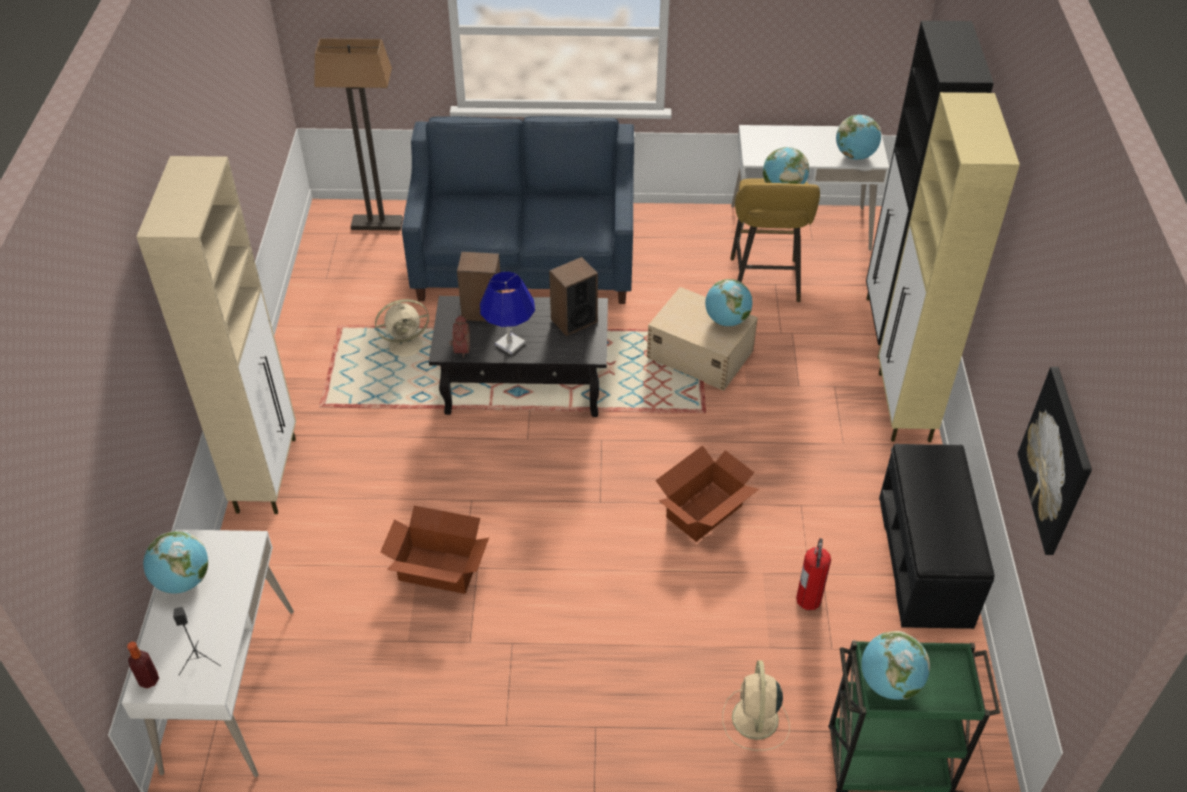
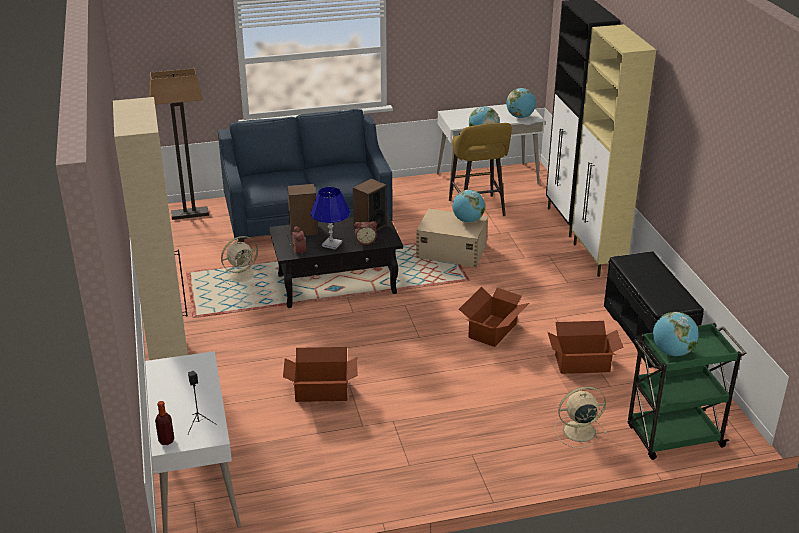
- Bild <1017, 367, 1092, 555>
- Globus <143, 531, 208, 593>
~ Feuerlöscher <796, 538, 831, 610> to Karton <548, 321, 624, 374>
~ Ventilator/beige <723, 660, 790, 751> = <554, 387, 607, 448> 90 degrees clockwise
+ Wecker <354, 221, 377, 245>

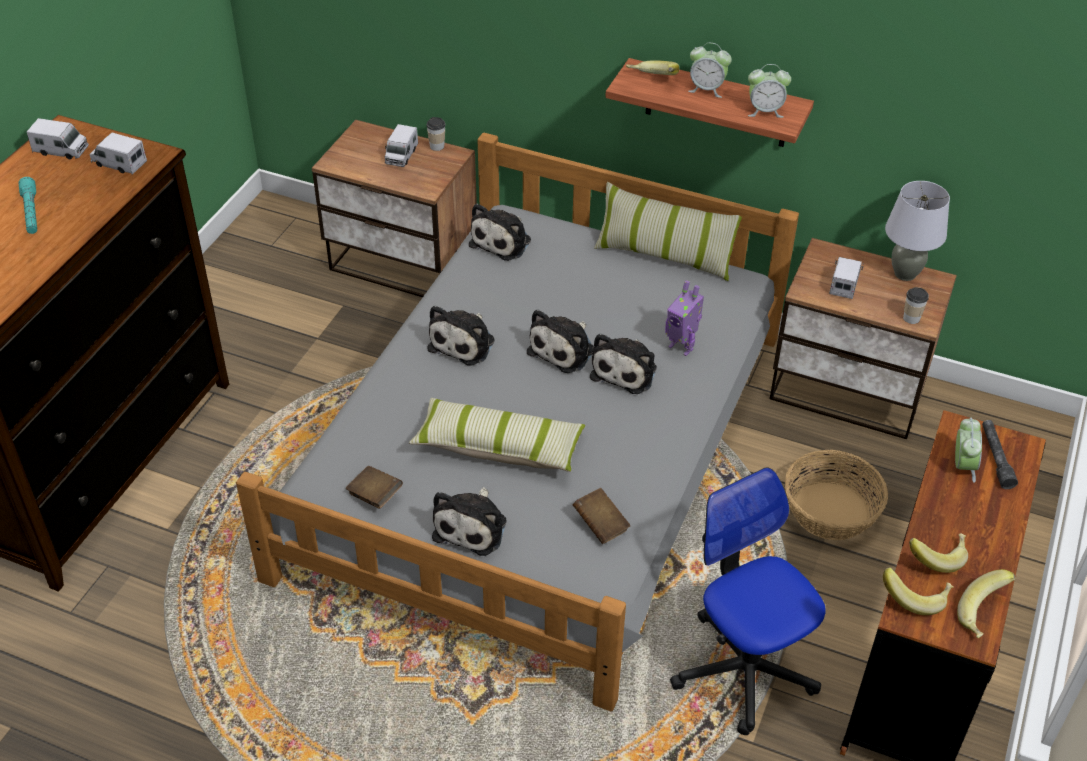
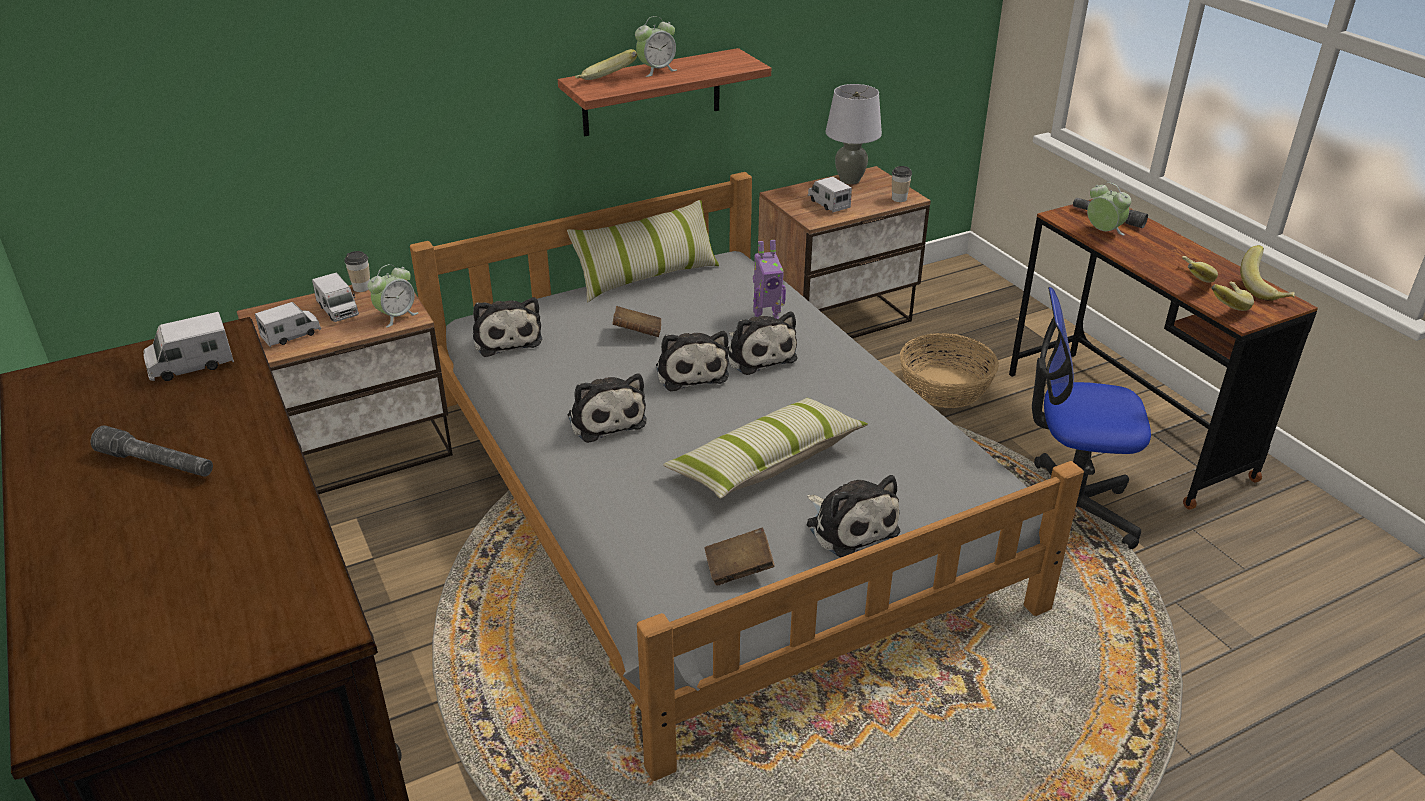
~ Wecker <748, 64, 791, 118> to <368, 264, 418, 328>
~ Spielzeuglaster <27, 118, 89, 160> to <255, 302, 321, 347>
~ Taschenlampe/türkis <19, 177, 37, 234> to Taschenlampe/grau <91, 426, 213, 477>
~ Buch/braun <573, 488, 630, 544> to <612, 306, 661, 337>

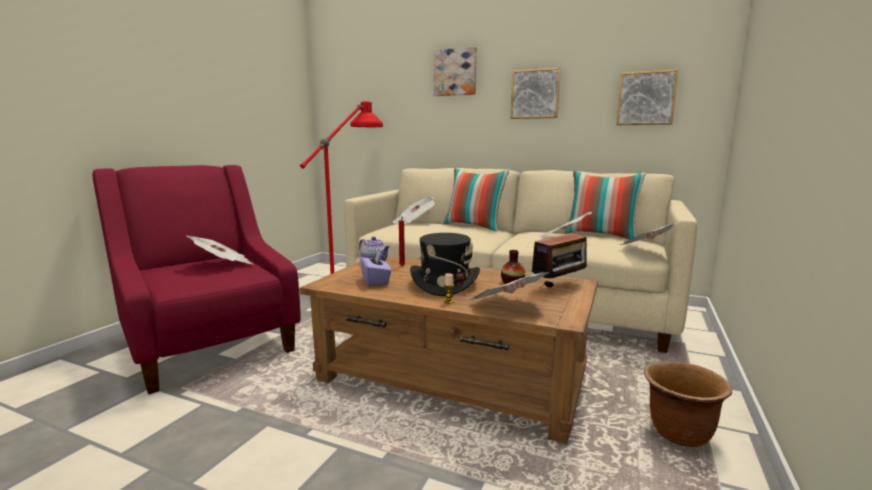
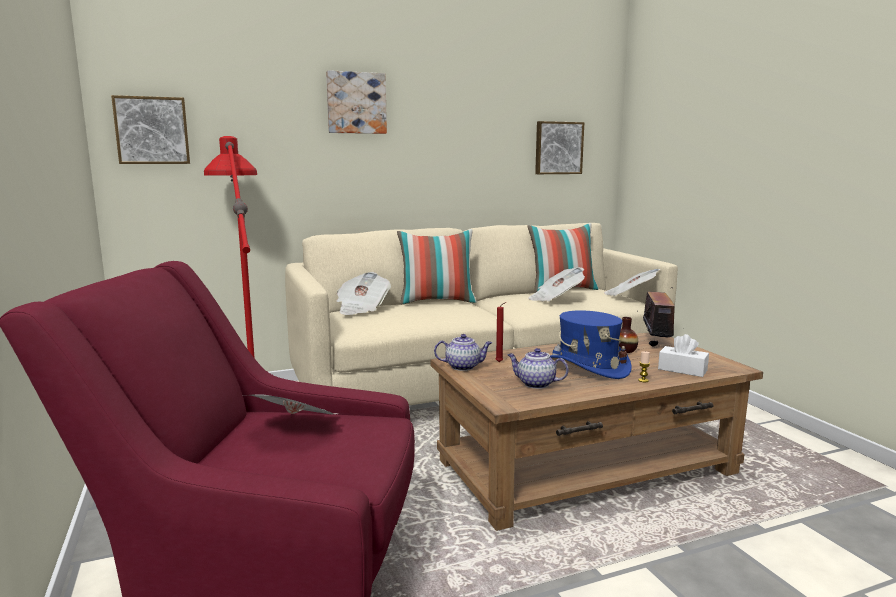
~ Bild <511, 68, 561, 119> to <111, 95, 190, 164>
~ Hut/schwarz <410, 233, 480, 296> to Hut/blau <550, 310, 632, 379>
~ Taschentuchbox/lila <360, 251, 391, 286> to Teekanne <508, 348, 569, 389>
~ Zeitung <470, 272, 549, 300> to Taschentuchbox/weiß <658, 334, 709, 377>
- Pflanzkübel/braun <644, 361, 732, 447>

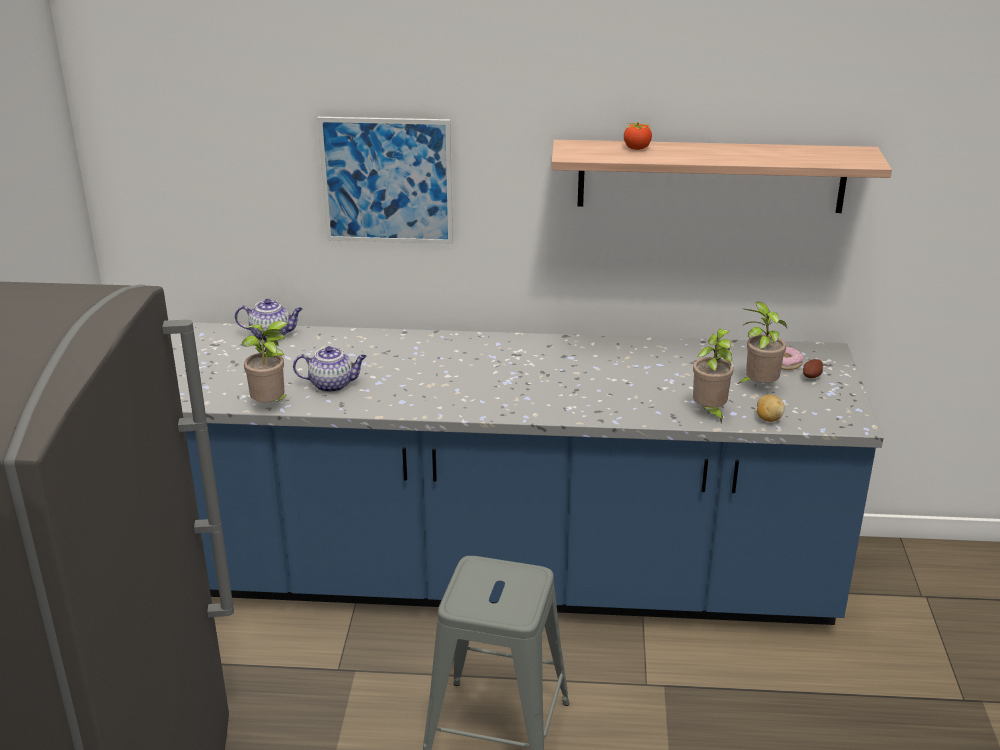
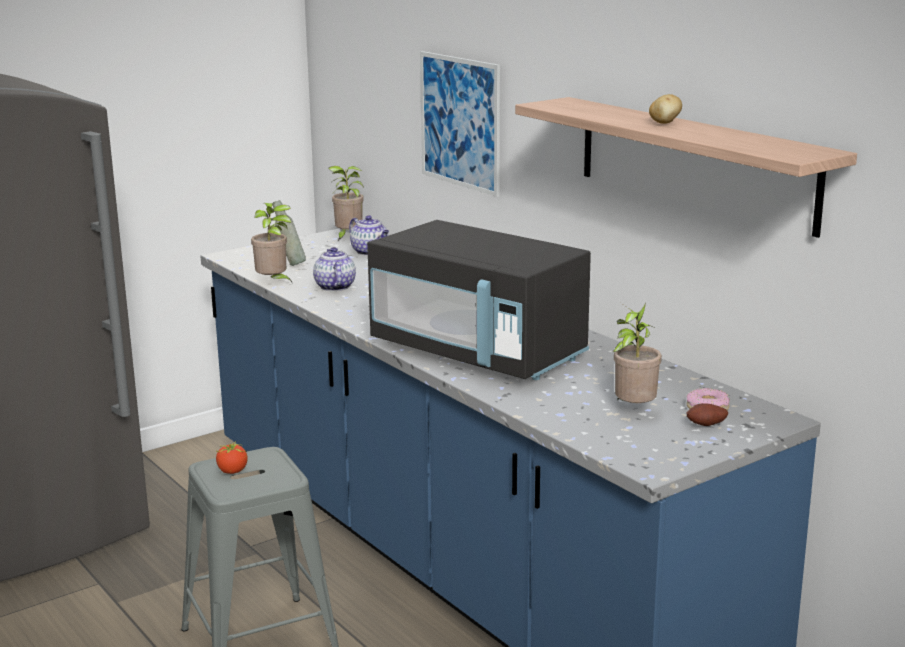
~ Tomate <624, 122, 652, 150> to <216, 441, 248, 474>
~ Topfpflanze <693, 329, 733, 423> to <328, 166, 364, 242>
~ Teekanne <293, 346, 367, 392> = <313, 247, 356, 291> 150 degrees counterclockwise
~ Kartoffel <757, 395, 785, 422> to <649, 94, 682, 124>
+ Flasche/grau <273, 200, 306, 266>
+ Mikrowelle/schwarz <367, 220, 591, 380>

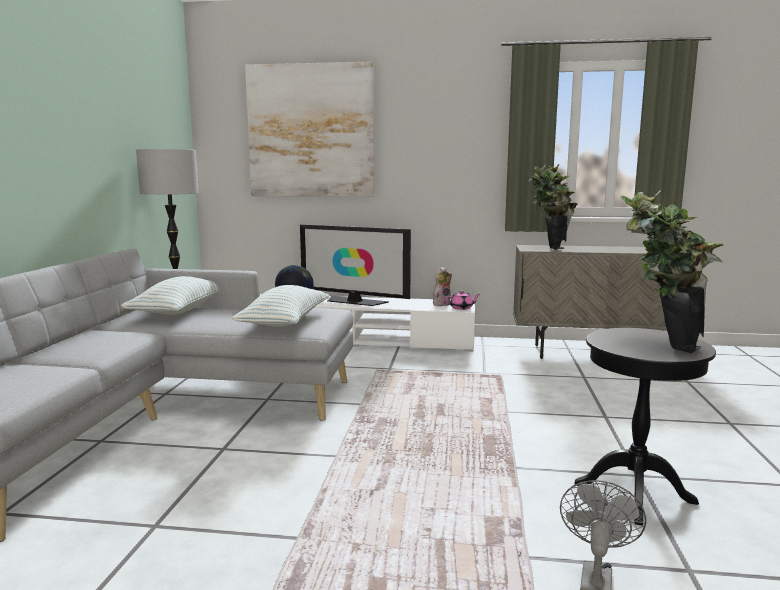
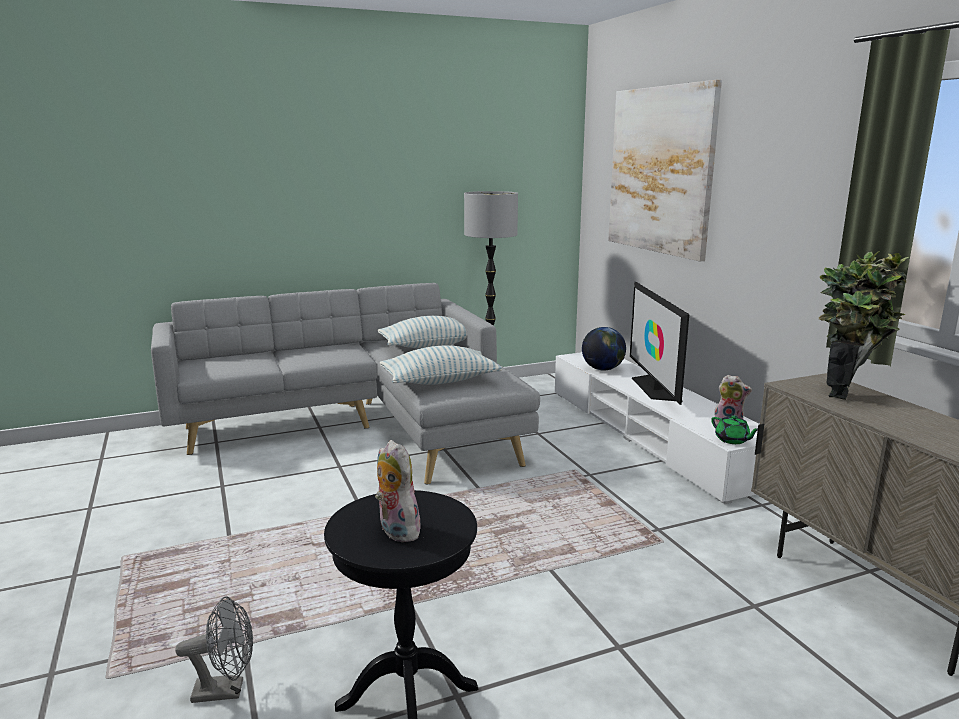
~ Topfpflanze <619, 191, 723, 353> to Plüschtier <375, 440, 420, 542>
~ Teekanne/rosa <445, 291, 480, 310> to Teekanne/grün <711, 415, 758, 444>

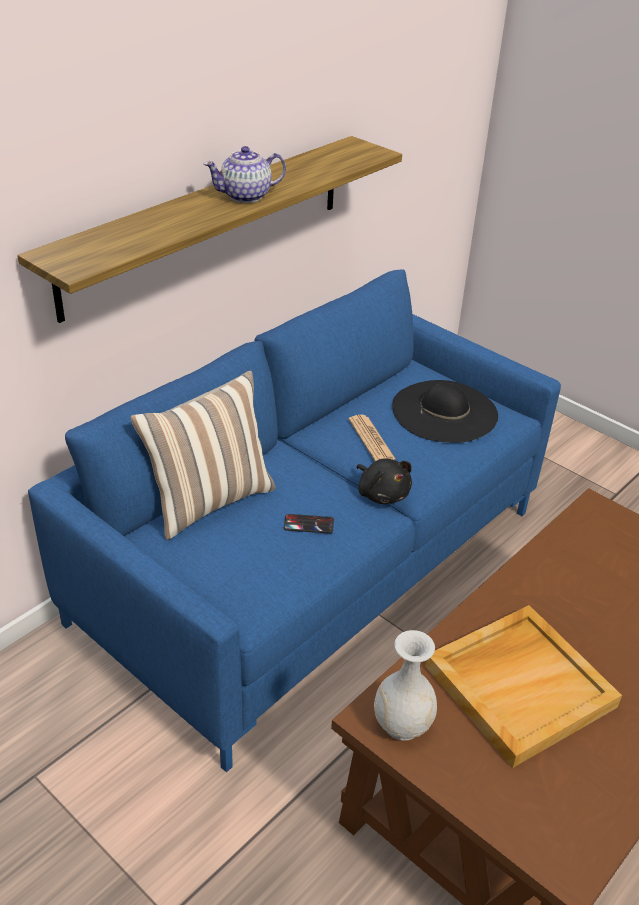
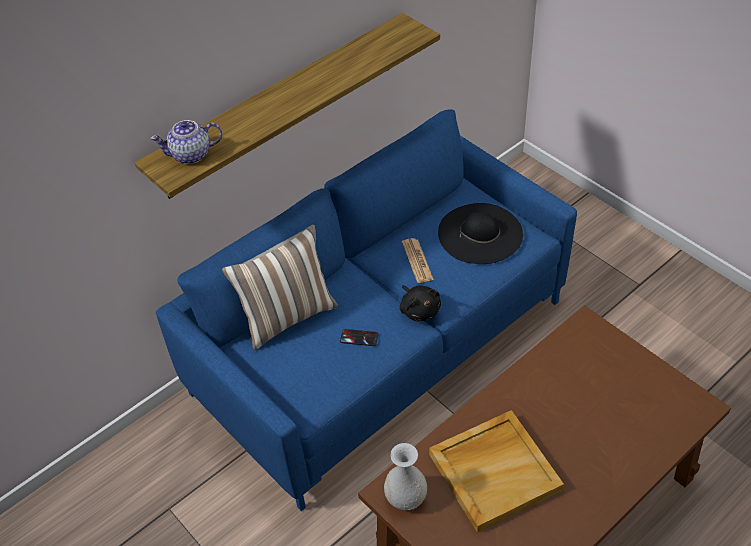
~ Teekanne <204, 146, 286, 203> to <150, 120, 223, 164>

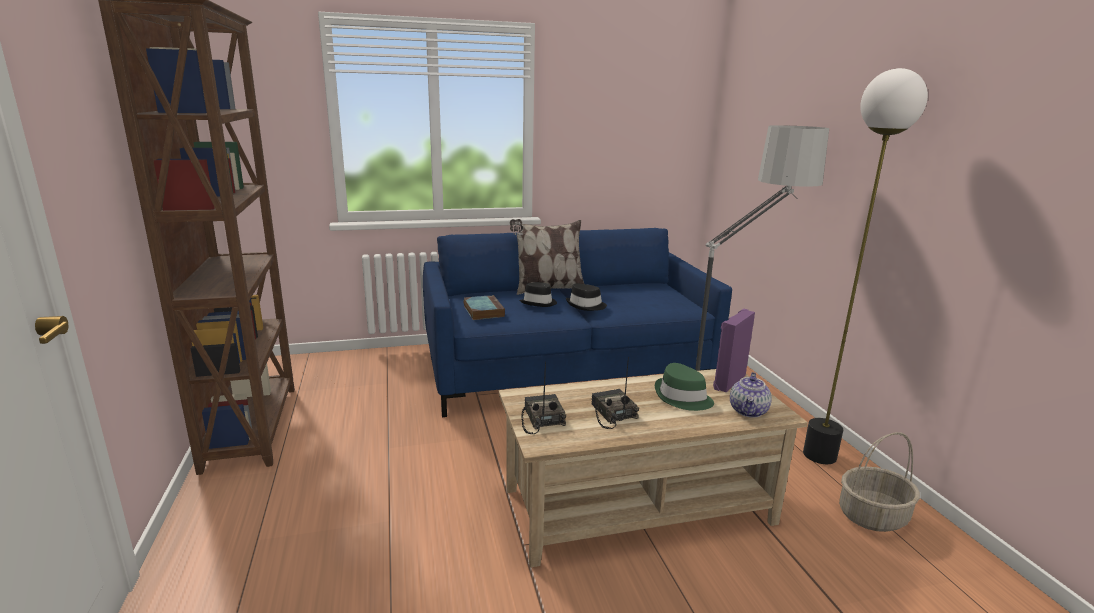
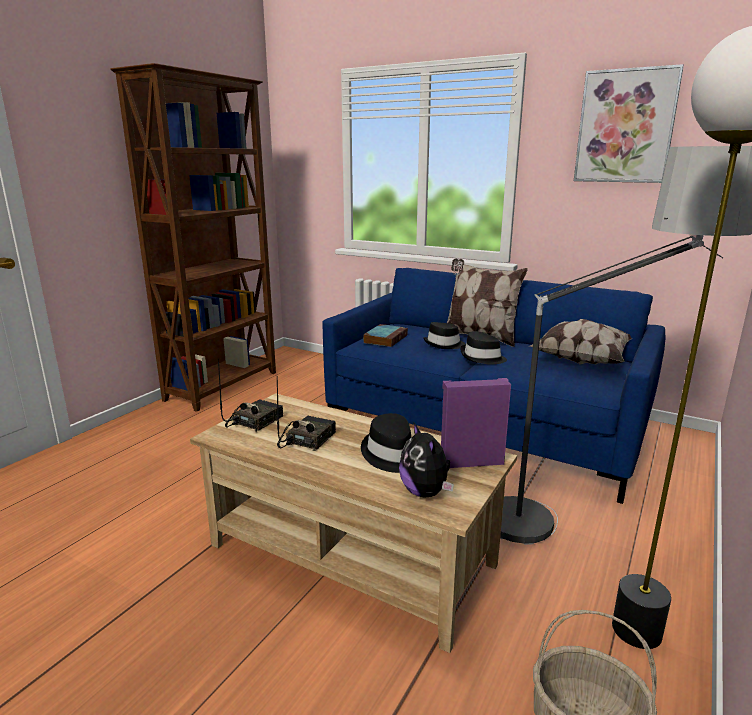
~ Hut/grün <655, 363, 714, 411> to Hut/schwarz <361, 413, 411, 473>
~ Teekanne <730, 372, 772, 418> to Plüschtier <399, 423, 454, 497>
+ Bild <574, 64, 684, 183>
+ Kissen <529, 319, 632, 364>

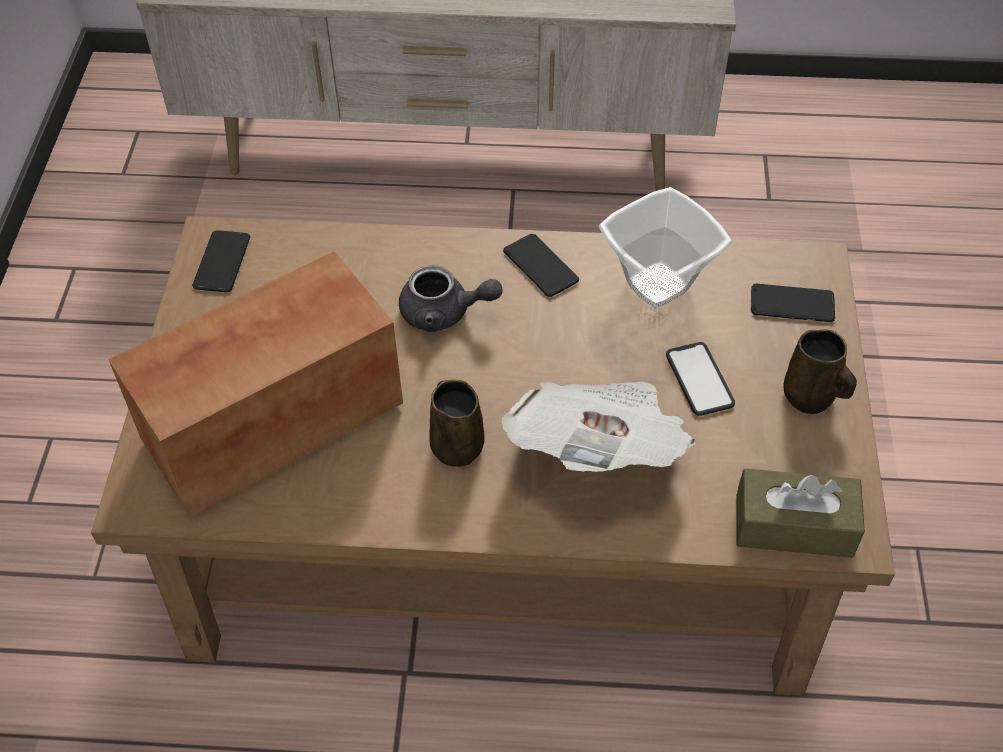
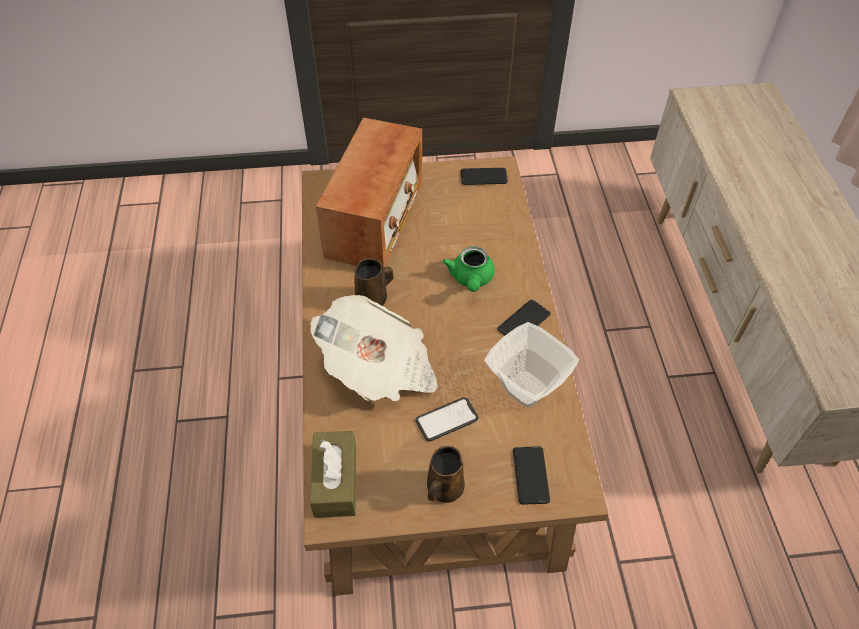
~ Radio <108, 251, 403, 517> = <316, 118, 422, 267> 60 degrees clockwise
~ Teekanne/grau <399, 265, 502, 332> to Teekanne/grün <442, 246, 495, 292>

